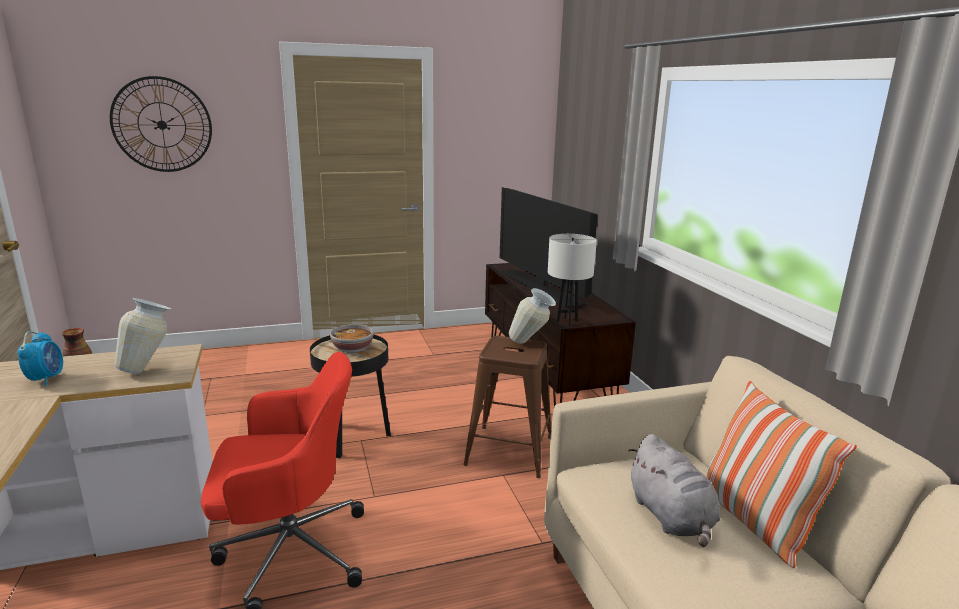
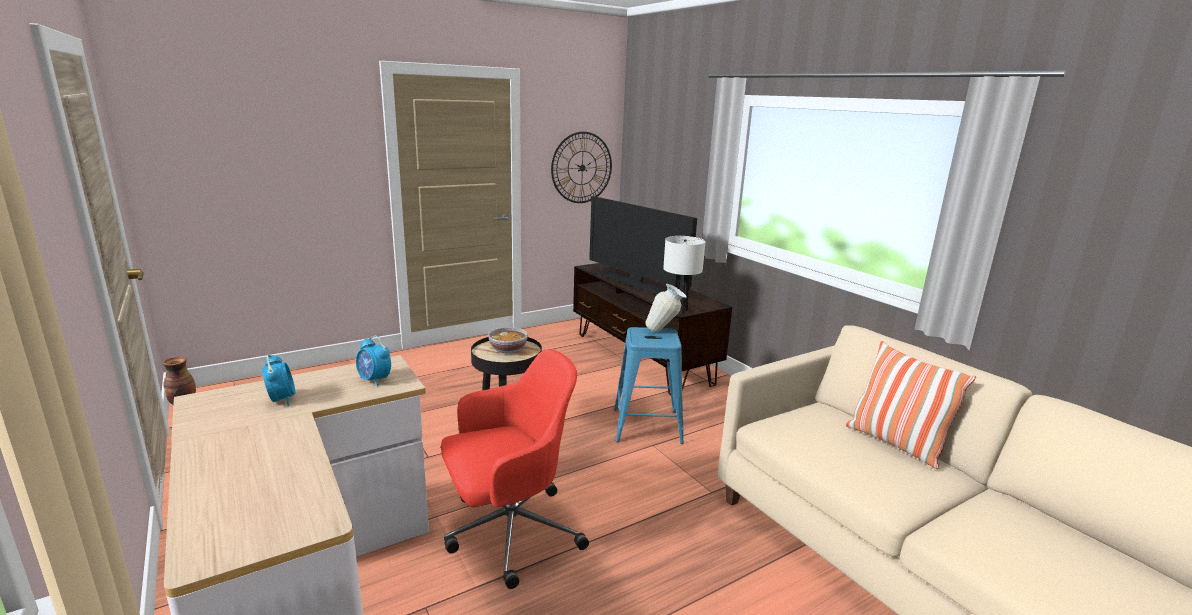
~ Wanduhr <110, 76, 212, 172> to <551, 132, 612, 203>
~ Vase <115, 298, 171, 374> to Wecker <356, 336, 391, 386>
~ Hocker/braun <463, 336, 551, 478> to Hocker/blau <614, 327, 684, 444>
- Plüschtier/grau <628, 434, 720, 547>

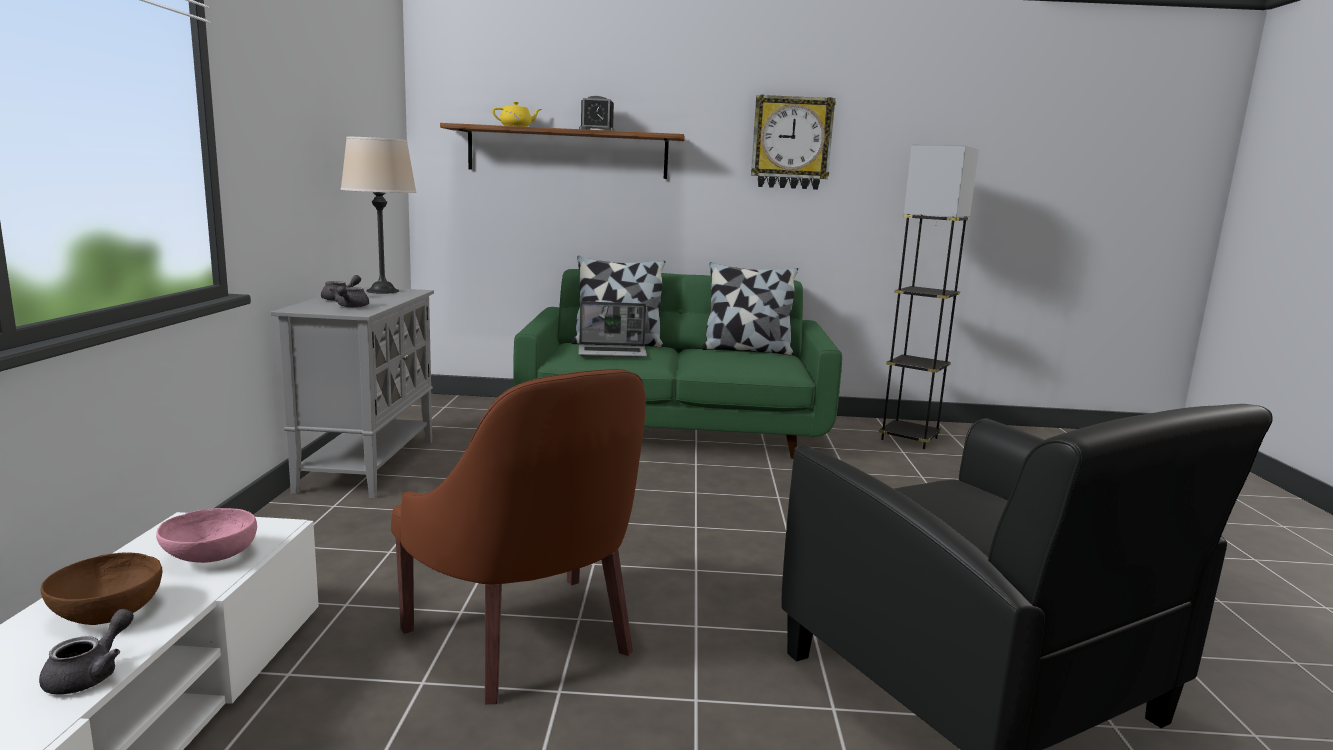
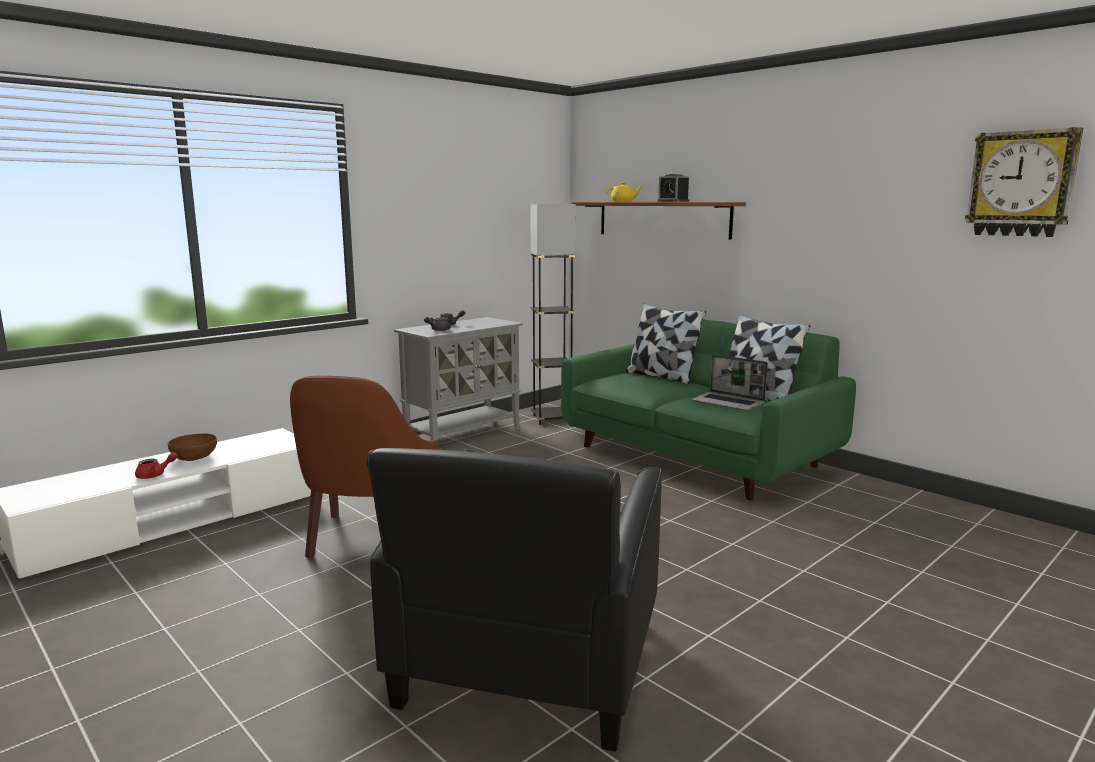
~ Wanduhr <751, 94, 836, 190> to <965, 127, 1083, 237>
- Tischlampe/beige <340, 137, 417, 294>
~ Stehlampe/grau <879, 145, 979, 449> to <530, 204, 576, 425>
~ Laptop <578, 301, 647, 358> to <692, 354, 768, 411>
- Schüssel/rosa <156, 508, 257, 563>
~ Teekanne/grau <39, 609, 134, 695> to Teekanne/rot <135, 453, 178, 479>

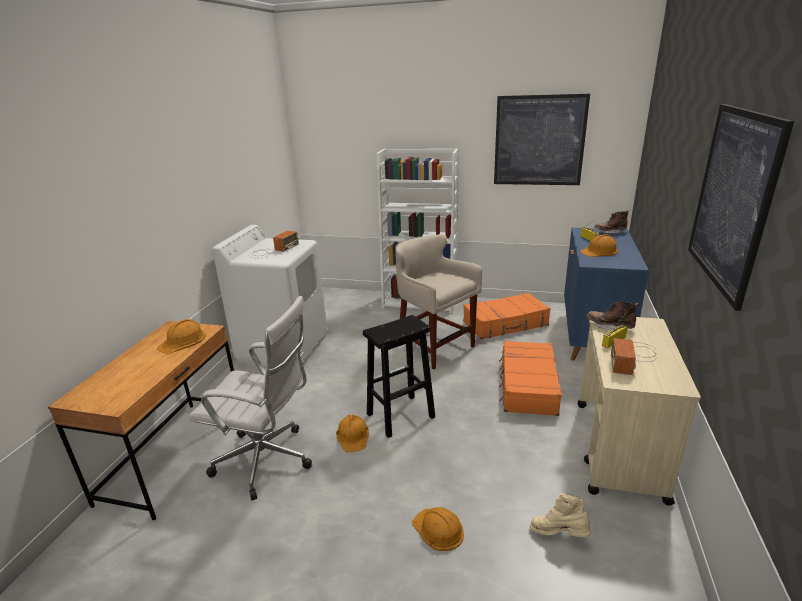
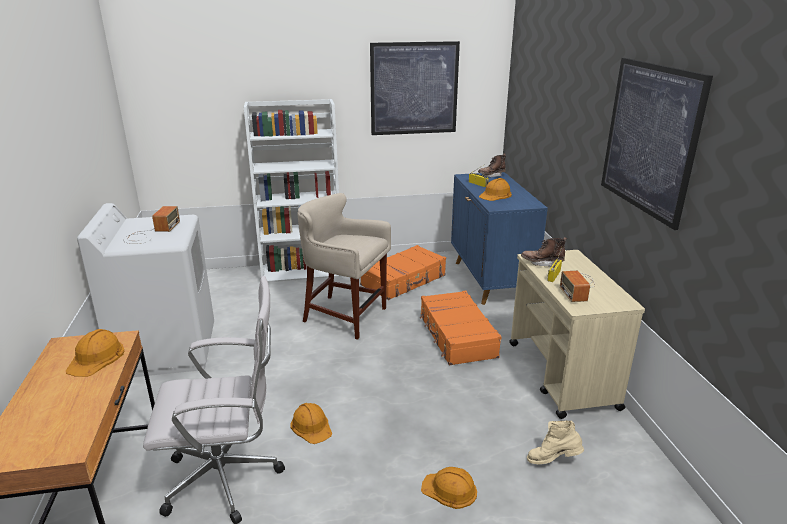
- Hocker/schwarz <363, 315, 435, 438>

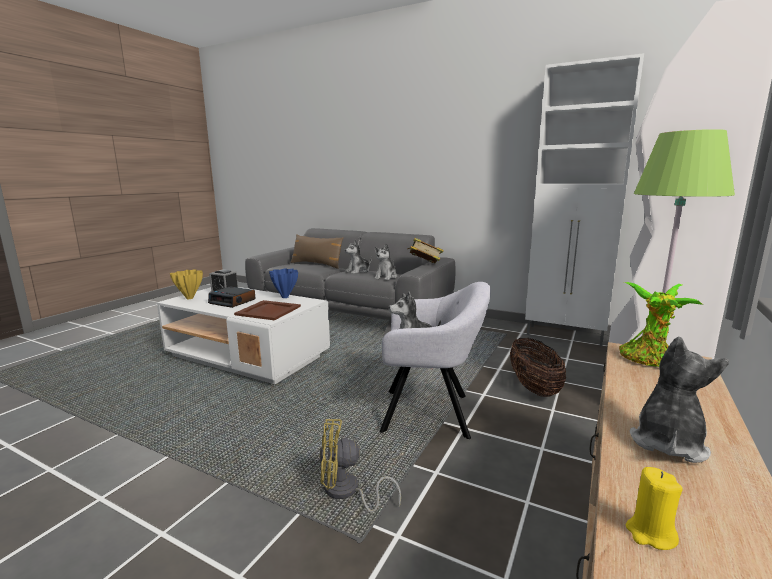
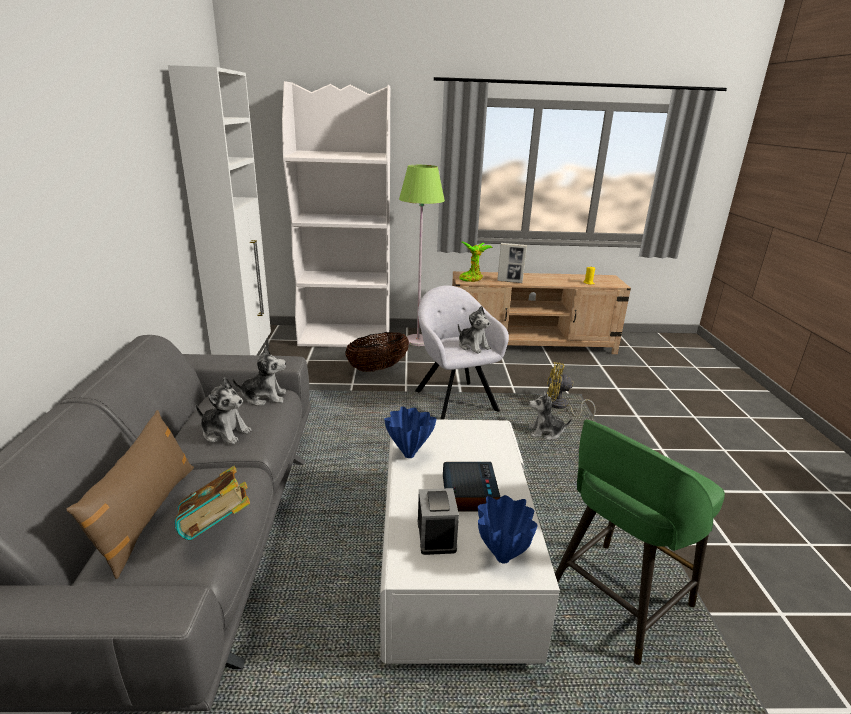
~ Buch <408, 238, 444, 263> to <175, 466, 250, 541>
~ Vase/gelb <170, 269, 203, 299> to Vase/blau <478, 495, 538, 564>
- Tablett/braun <234, 300, 301, 320>
~ Plüschtier <630, 336, 729, 463> to <529, 391, 572, 440>
~ Ventilator/gelb <319, 419, 401, 513> = <547, 362, 596, 417> 135 degrees clockwise
+ Bilderrahmen <497, 243, 527, 283>
+ Hocker/grün <555, 420, 725, 665>

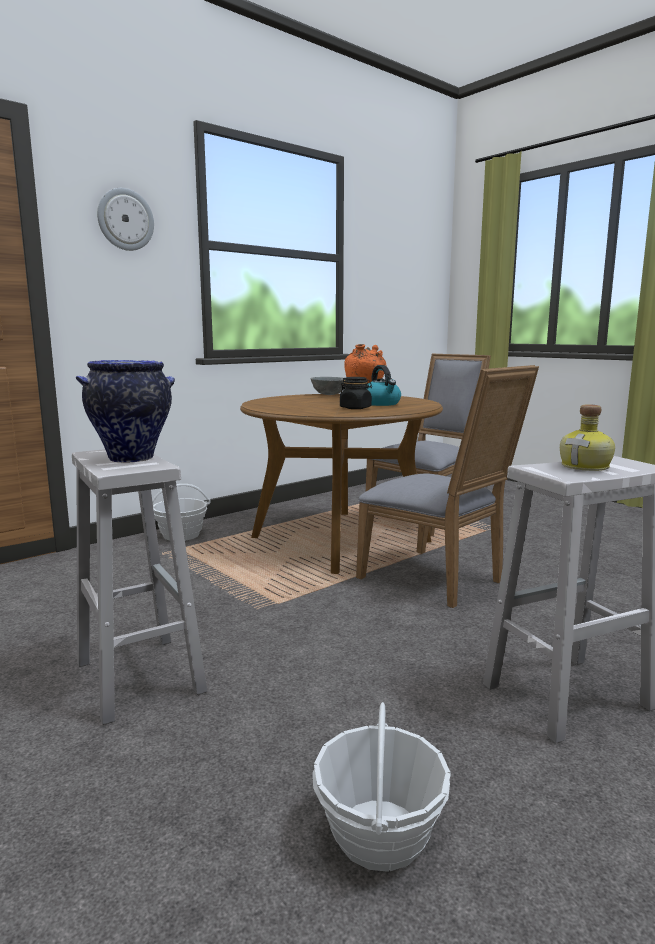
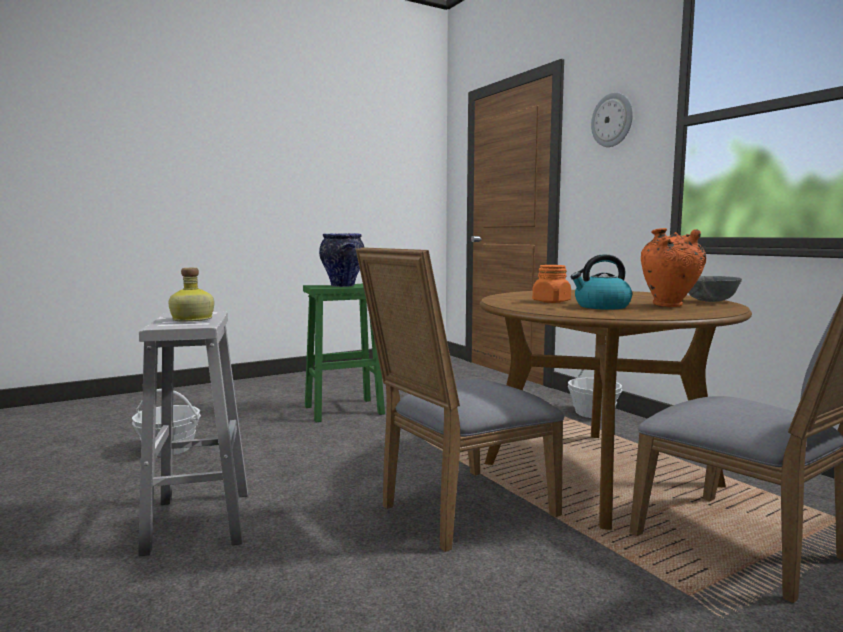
~ Vorratsglas/schwarz <340, 377, 372, 409> to Vorratsglas/orange <532, 265, 571, 303>
~ Hocker/weiß <72, 449, 207, 725> to Hocker/grün <303, 284, 385, 422>

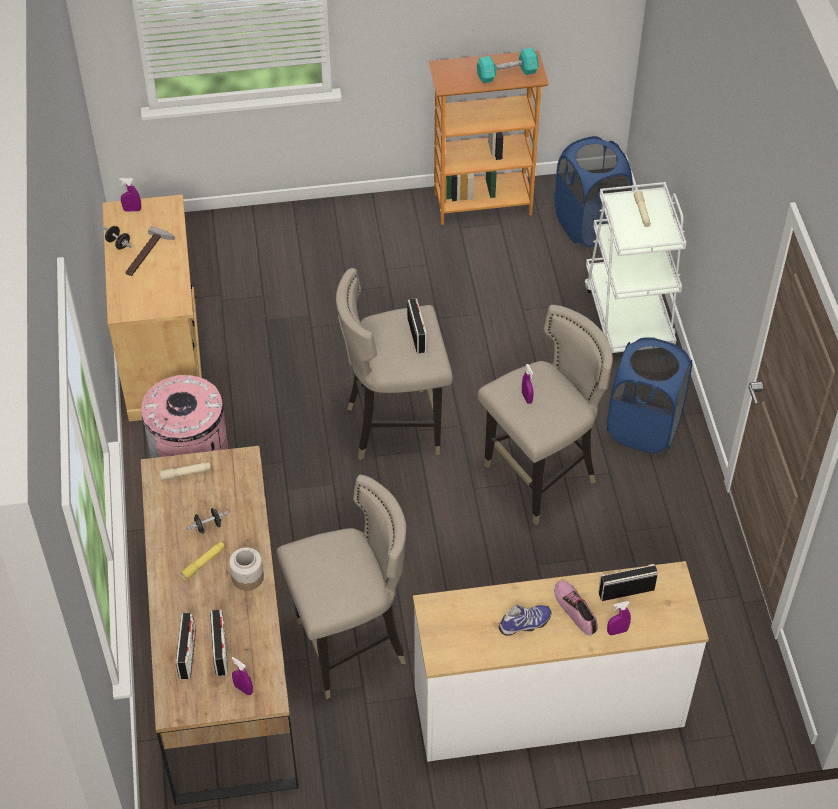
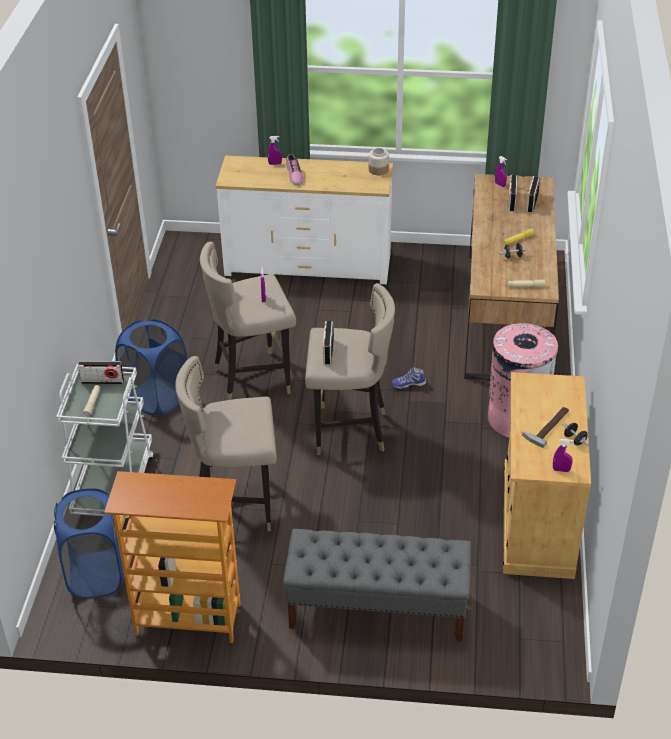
- Hantel/türkis <476, 48, 539, 83>
~ Hocker/beige <276, 475, 406, 699> to <175, 356, 277, 531>
~ Vorratsglas <229, 547, 264, 591> to <369, 148, 389, 175>
~ Radio <598, 564, 658, 601> to <78, 361, 124, 384>
~ Schuh <498, 605, 551, 636> to <391, 367, 427, 389>
+ Bank/grau <283, 529, 471, 642>

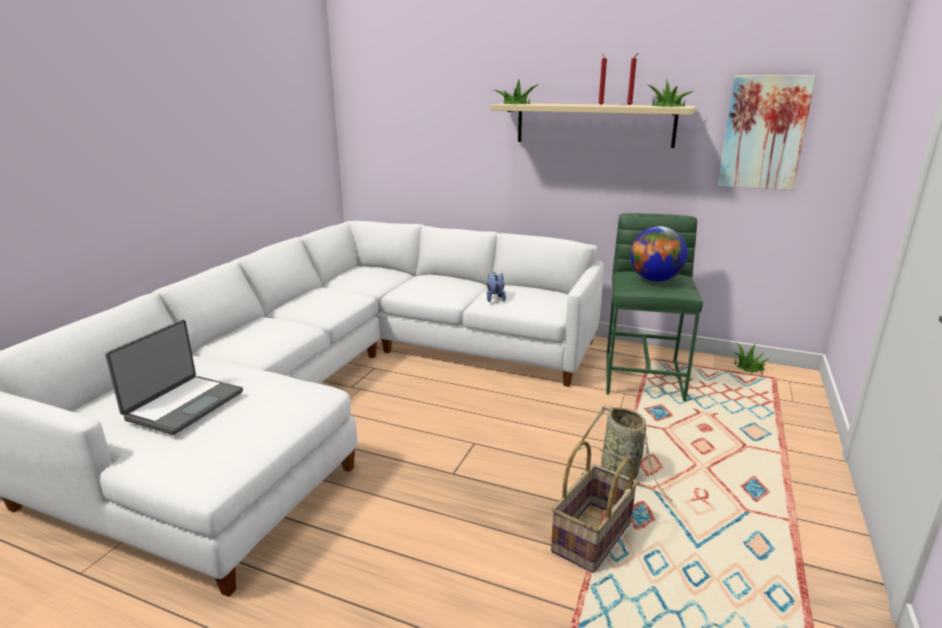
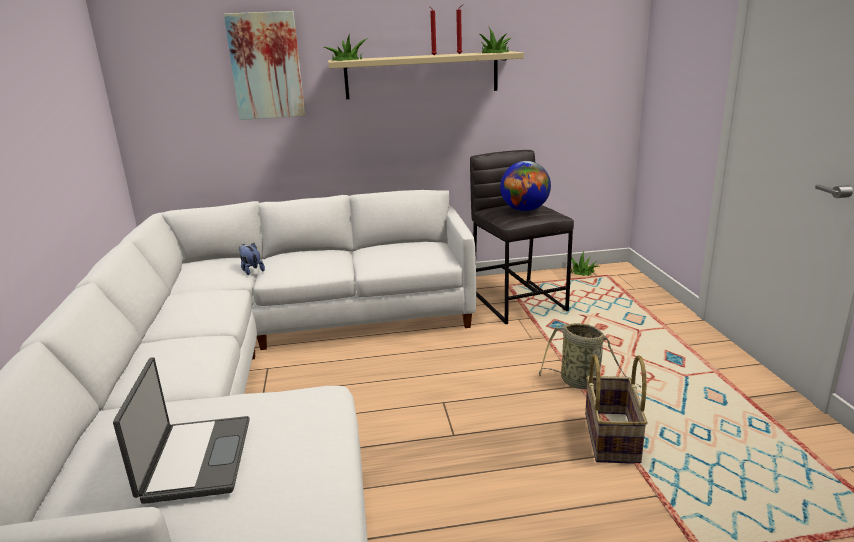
~ Bild <718, 75, 816, 190> to <224, 11, 305, 120>
~ Hocker/grün <606, 213, 703, 401> to Hocker/grau <470, 150, 574, 324>
~ Plüschtier <487, 272, 506, 302> to <239, 243, 265, 275>

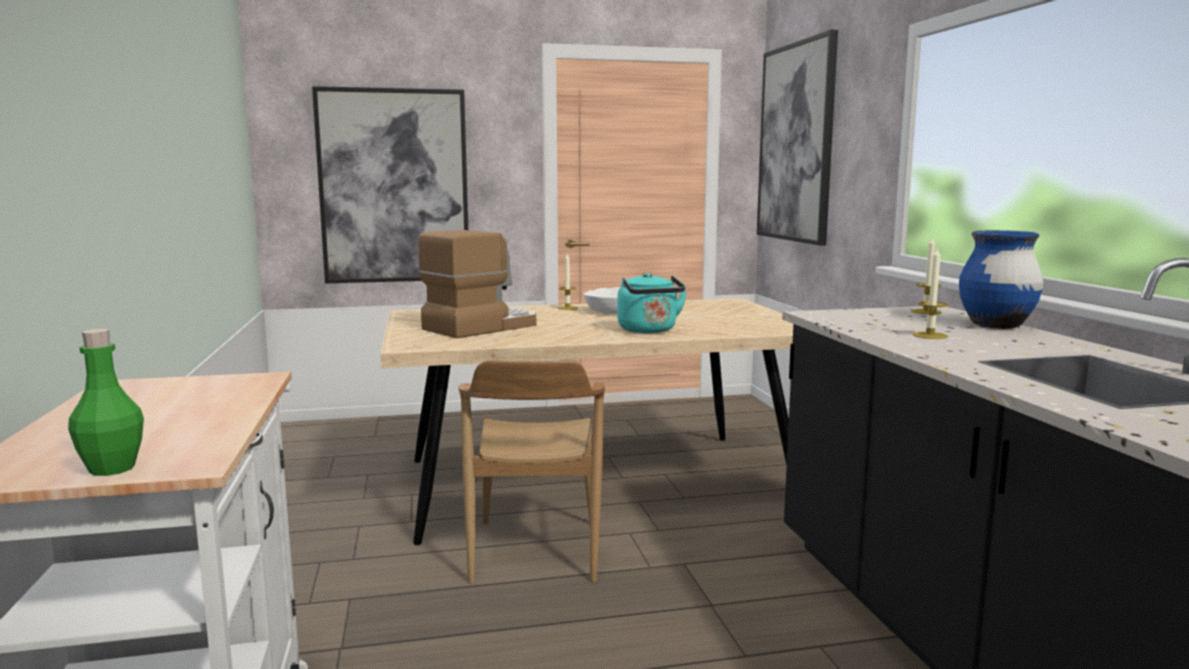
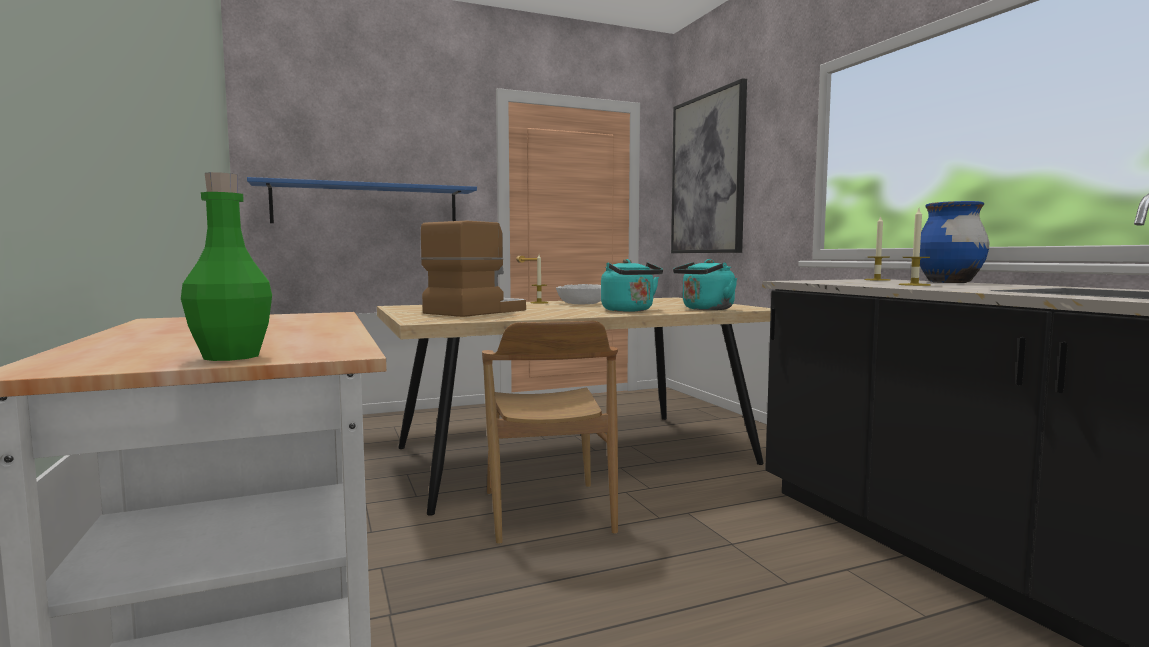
~ Bild <312, 86, 468, 283> to Wandregal/blau <247, 177, 477, 223>
+ Wasserkessel/türkis <673, 259, 737, 310>

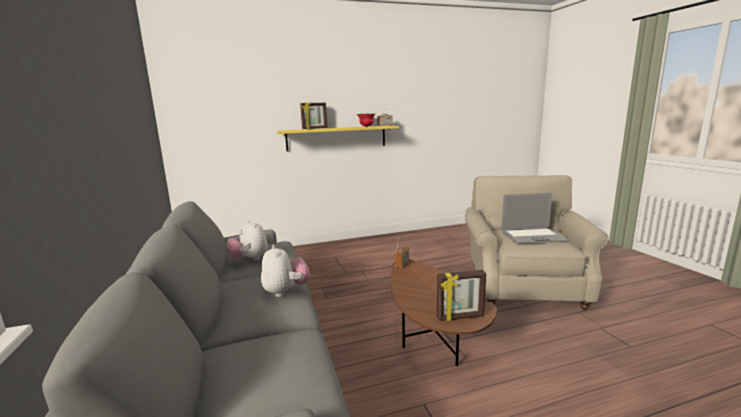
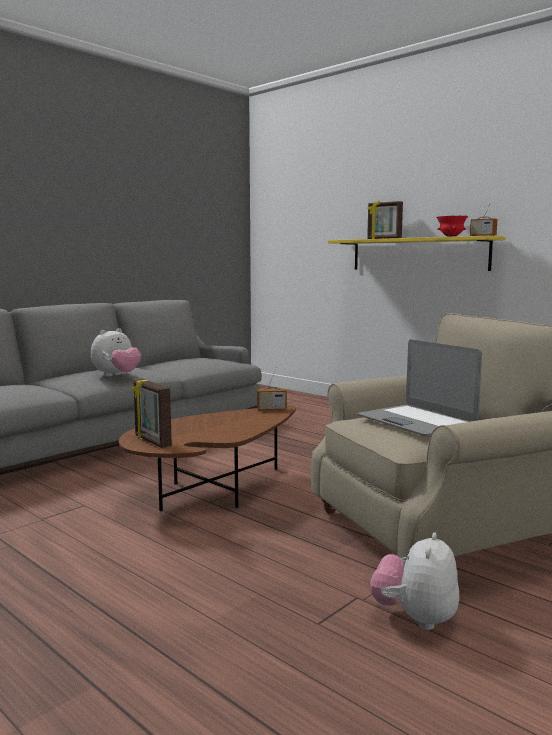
~ Plüschtier <226, 220, 268, 261> to <370, 532, 459, 630>

